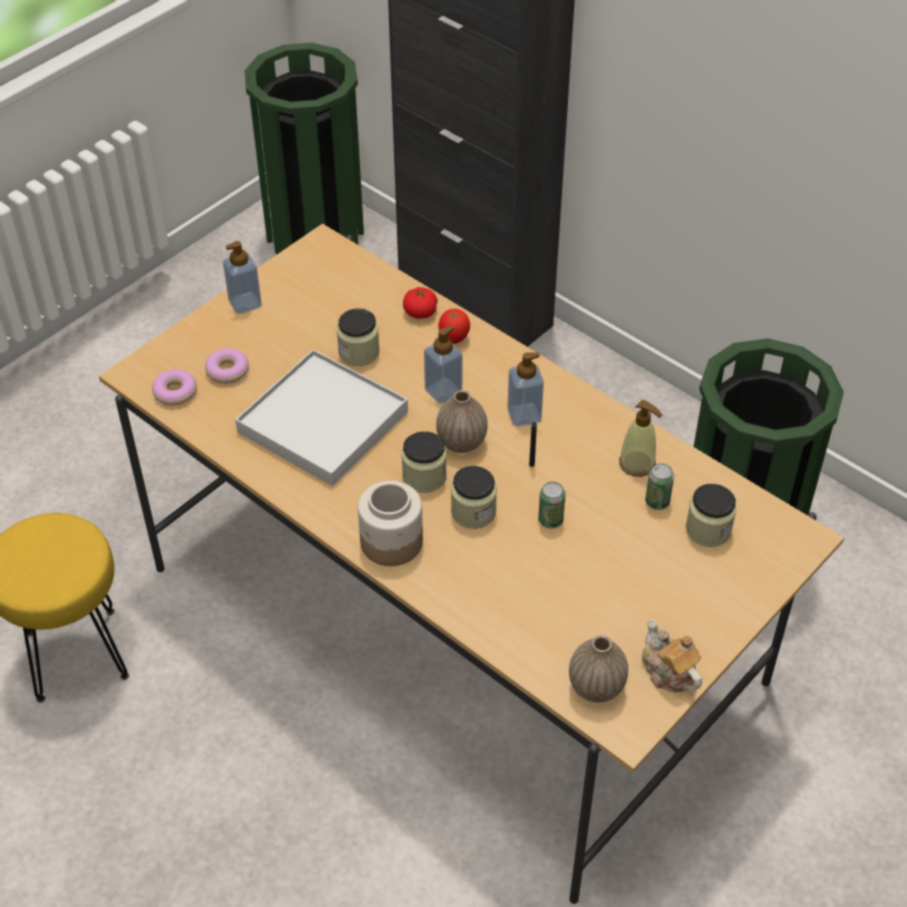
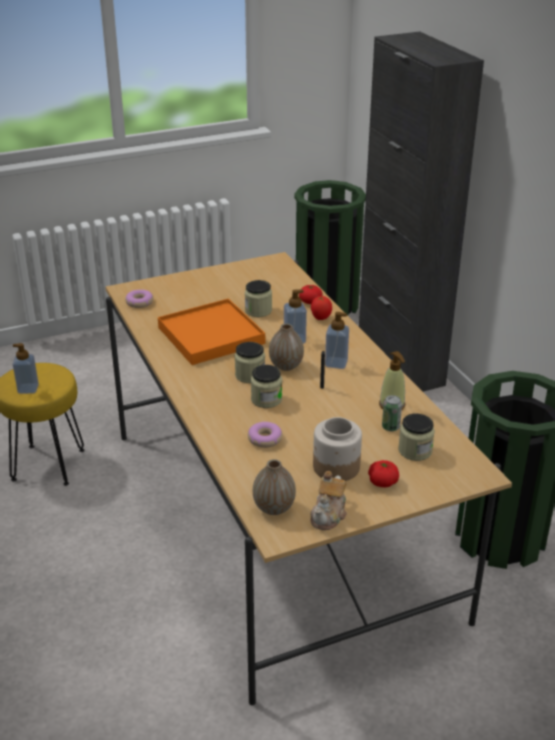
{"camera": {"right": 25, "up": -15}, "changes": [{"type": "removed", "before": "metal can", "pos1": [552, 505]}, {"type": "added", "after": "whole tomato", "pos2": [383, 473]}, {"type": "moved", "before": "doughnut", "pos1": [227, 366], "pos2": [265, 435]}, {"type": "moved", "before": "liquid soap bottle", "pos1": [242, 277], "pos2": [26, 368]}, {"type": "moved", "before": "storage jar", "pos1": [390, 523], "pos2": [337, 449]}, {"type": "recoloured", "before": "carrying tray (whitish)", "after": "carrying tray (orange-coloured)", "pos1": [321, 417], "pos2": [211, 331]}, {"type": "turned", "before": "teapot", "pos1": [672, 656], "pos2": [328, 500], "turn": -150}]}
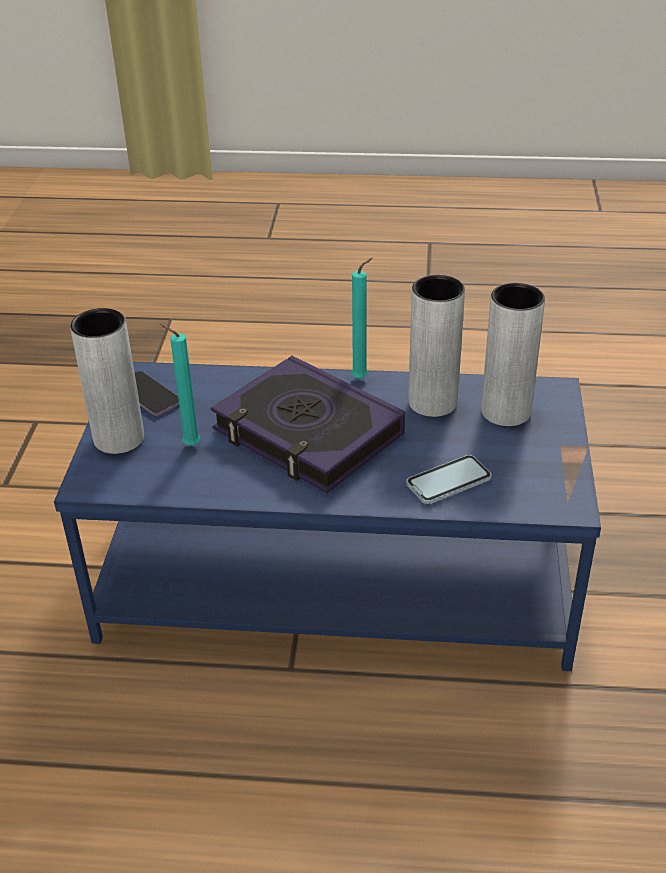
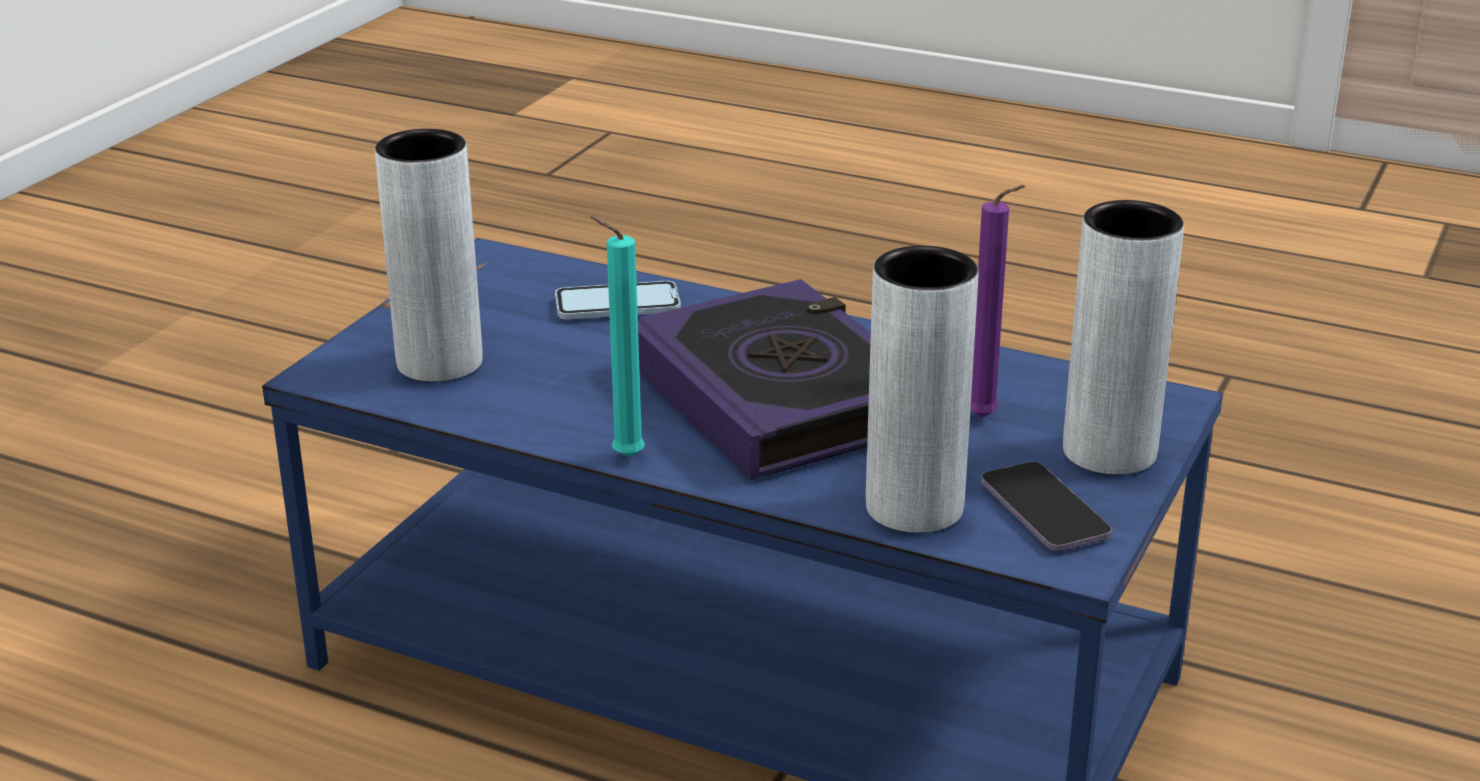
{"camera": {"right": -160, "up": -10}, "changes": [{"type": "moved", "before": "vase (grey)", "pos1": [436, 346], "pos2": [922, 389]}, {"type": "recoloured", "before": "candle (turquoise)", "after": "candle (purple-coloured)", "pos1": [180, 385], "pos2": [997, 301]}]}
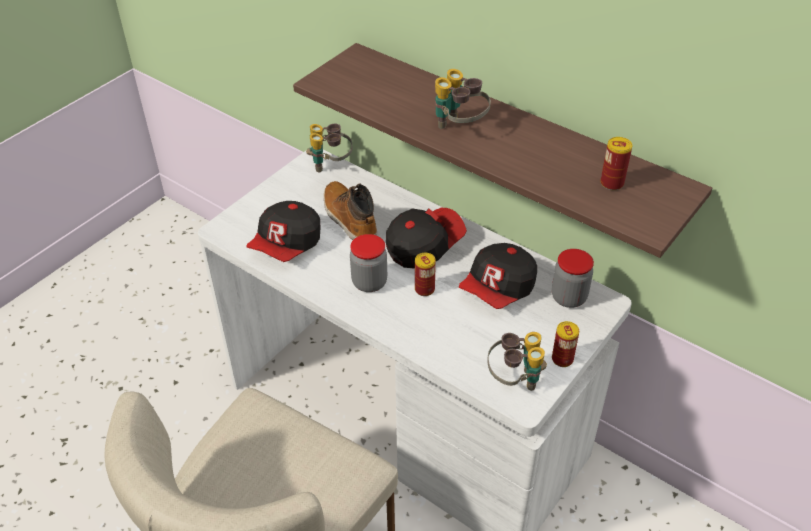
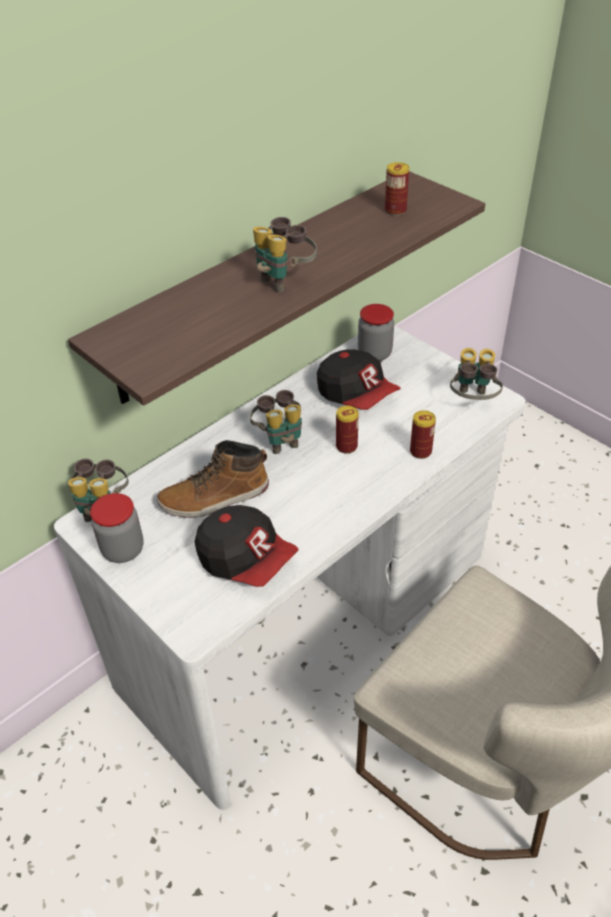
{"camera": {"right": -80, "up": 0}, "changes": [{"type": "moved", "before": "storage jar", "pos1": [368, 263], "pos2": [117, 528]}, {"type": "moved", "before": "metal can", "pos1": [565, 344], "pos2": [423, 434]}, {"type": "replaced", "before": "cap", "after": "binoculars", "pos1": [426, 238], "pos2": [276, 422]}]}
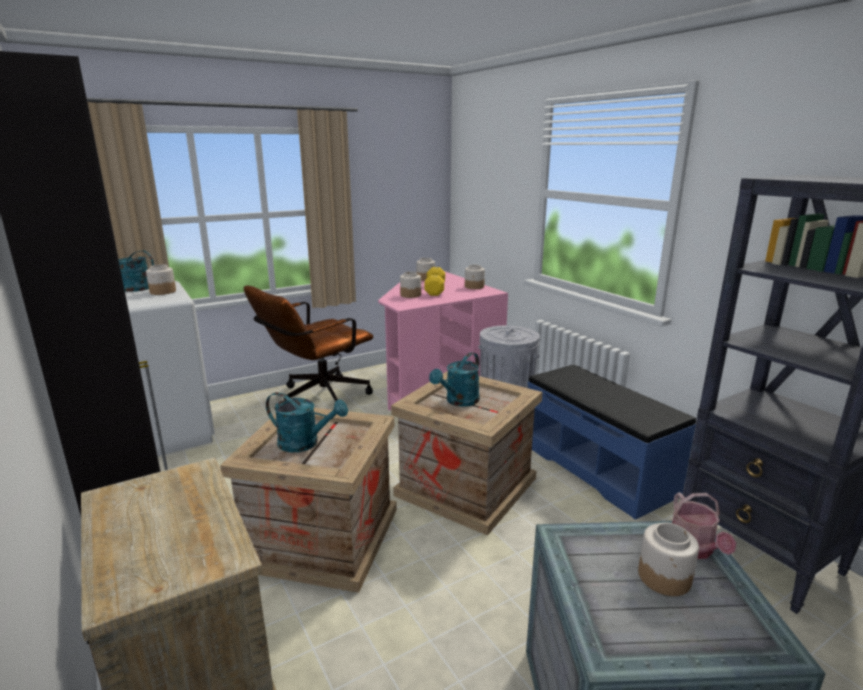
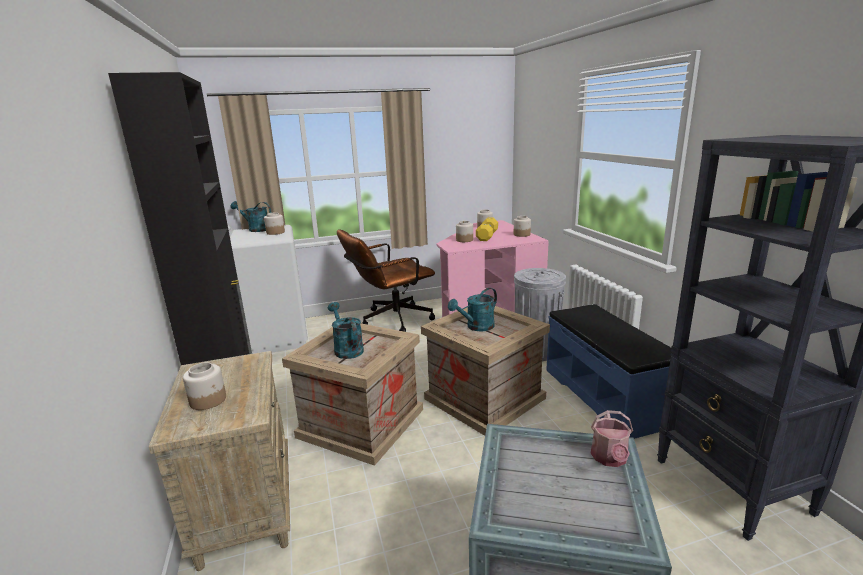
{"camera": {"right": 15, "up": 0}, "changes": [{"type": "moved", "before": "storage jar", "pos1": [668, 559], "pos2": [204, 386]}, {"type": "turned", "before": "watering pot (turquoise)", "pos1": [307, 422], "pos2": [346, 330], "turn": -150}]}
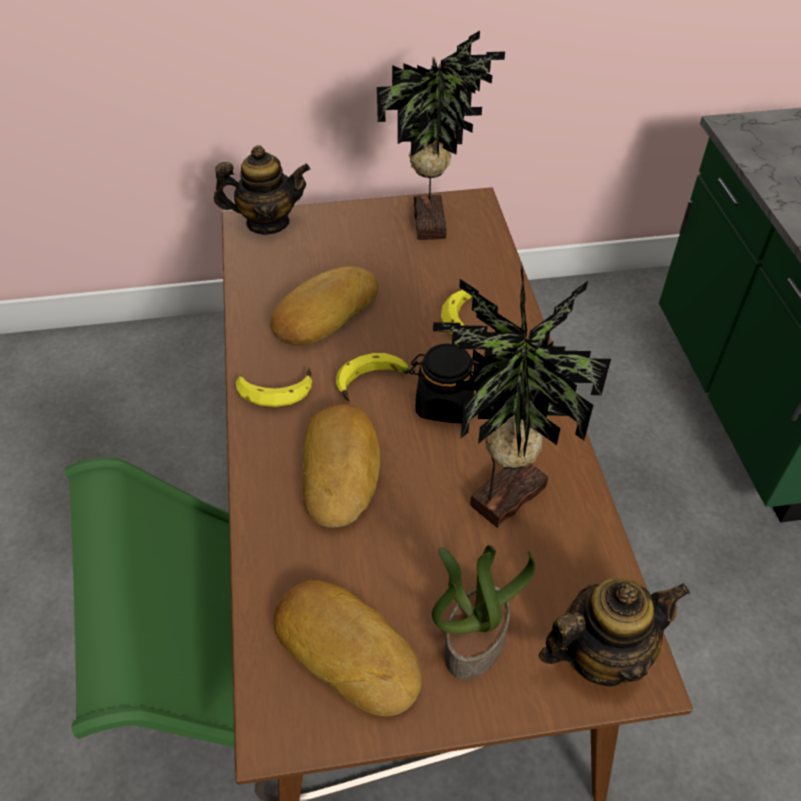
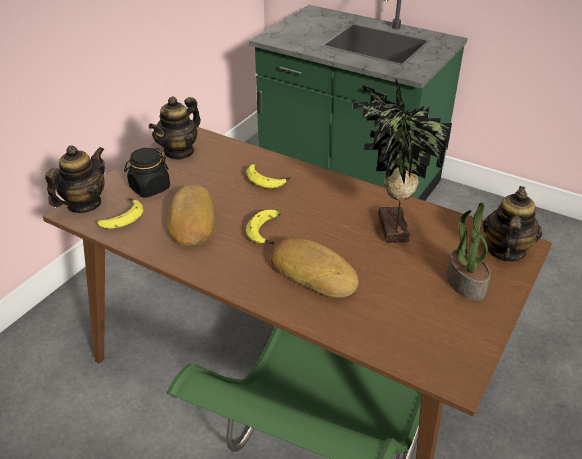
{"camera": {"right": -50, "up": -10}, "changes": [{"type": "removed", "before": "bread", "pos1": [348, 648]}, {"type": "moved", "before": "whole banana", "pos1": [274, 387], "pos2": [120, 213]}, {"type": "moved", "before": "storage jar (blackish)", "pos1": [444, 383], "pos2": [147, 173]}, {"type": "replaced", "before": "potted plant", "after": "teapot", "pos1": [441, 135], "pos2": [175, 128]}]}
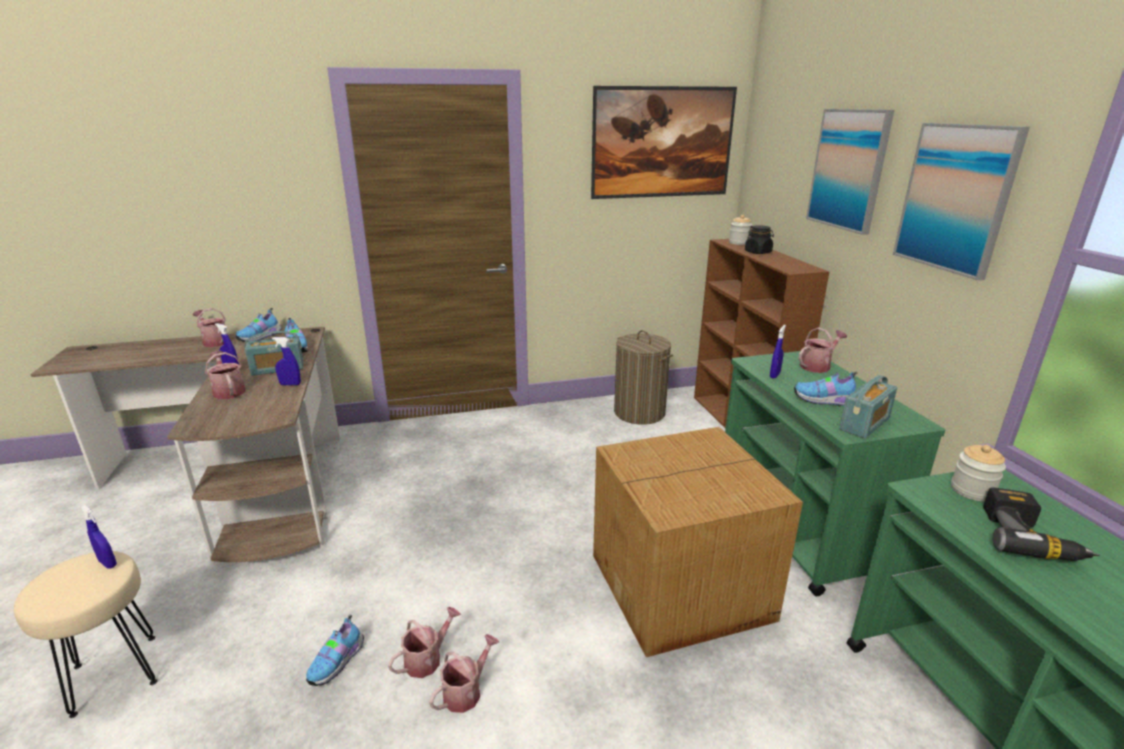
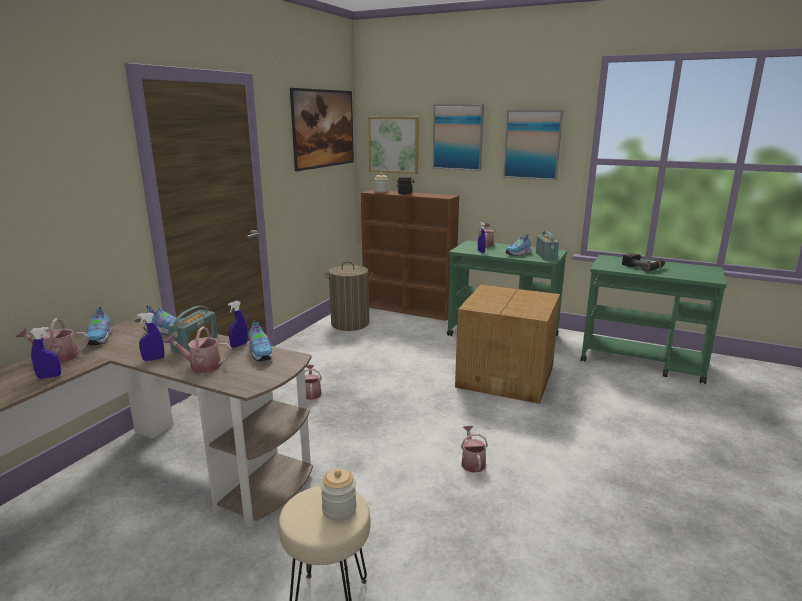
{"camera": {"right": -50, "up": -5}, "changes": [{"type": "added", "after": "wall art", "pos2": [393, 145]}, {"type": "moved", "before": "spray bottle (blue)", "pos1": [99, 537], "pos2": [45, 353]}, {"type": "moved", "before": "item of footwear", "pos1": [335, 650], "pos2": [260, 340]}, {"type": "moved", "before": "watering pot", "pos1": [464, 673], "pos2": [313, 382]}, {"type": "moved", "before": "storage jar", "pos1": [978, 473], "pos2": [339, 495]}]}
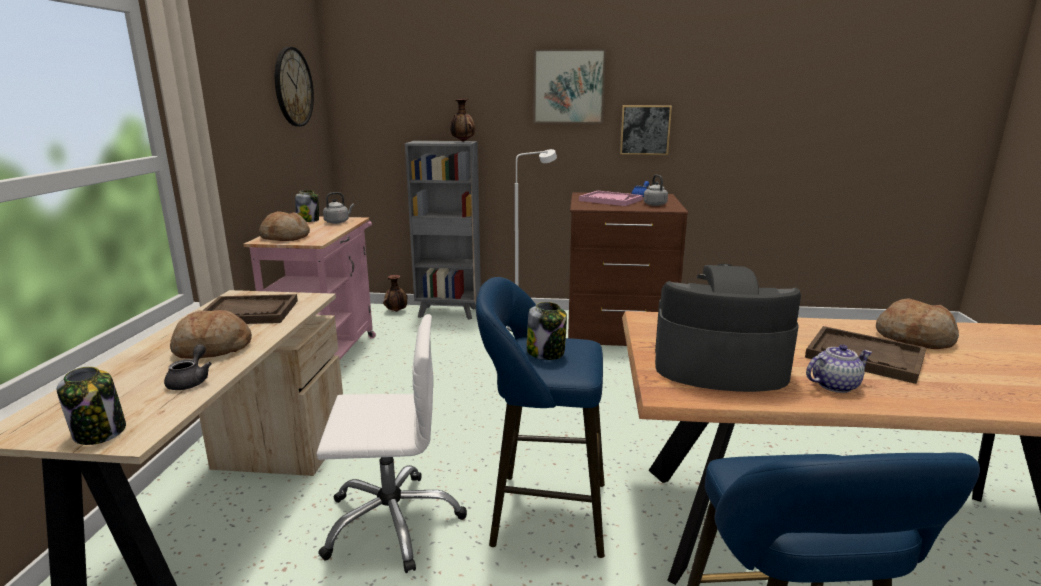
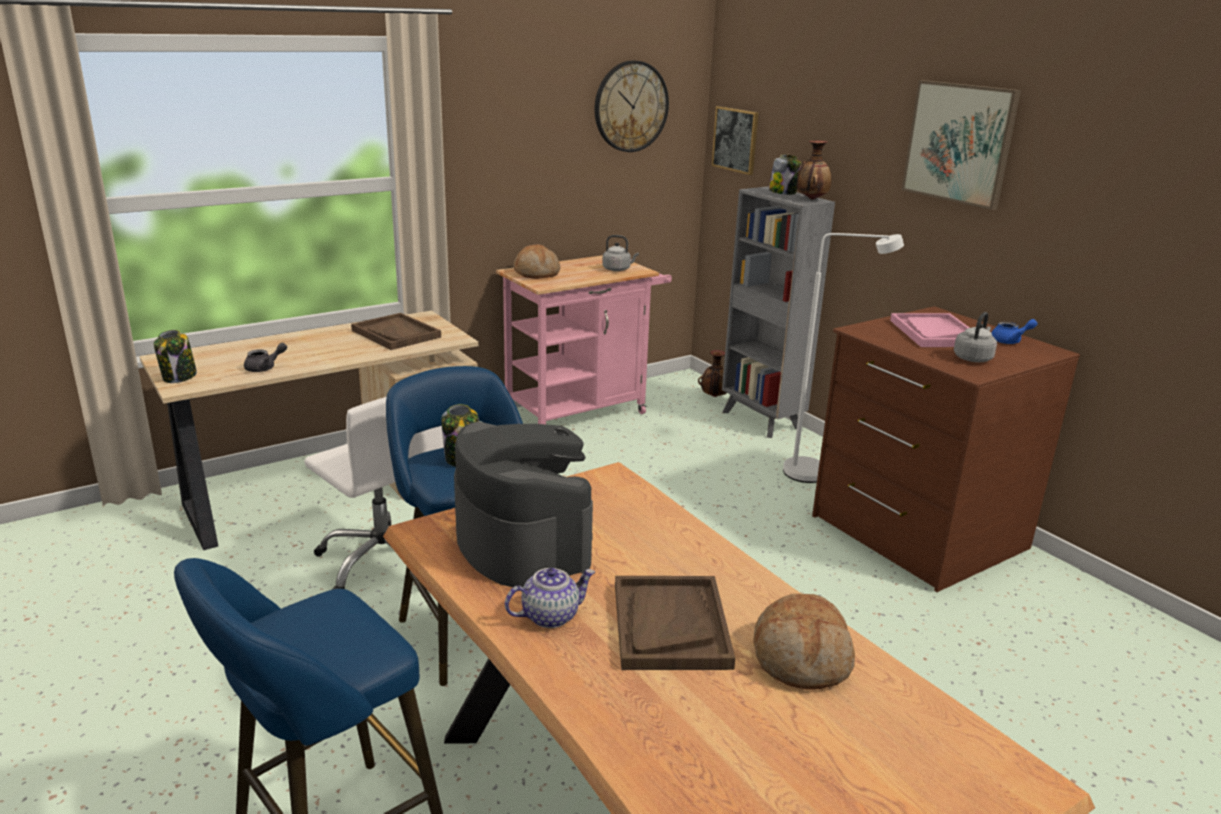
{"camera": {"right": 50, "up": 5}, "changes": [{"type": "removed", "before": "bread", "pos1": [211, 334]}, {"type": "moved", "before": "storage jar", "pos1": [307, 206], "pos2": [785, 175]}, {"type": "moved", "before": "wall art", "pos1": [646, 130], "pos2": [735, 140]}, {"type": "turned", "before": "teapot", "pos1": [839, 368], "pos2": [550, 598], "turn": -60}]}
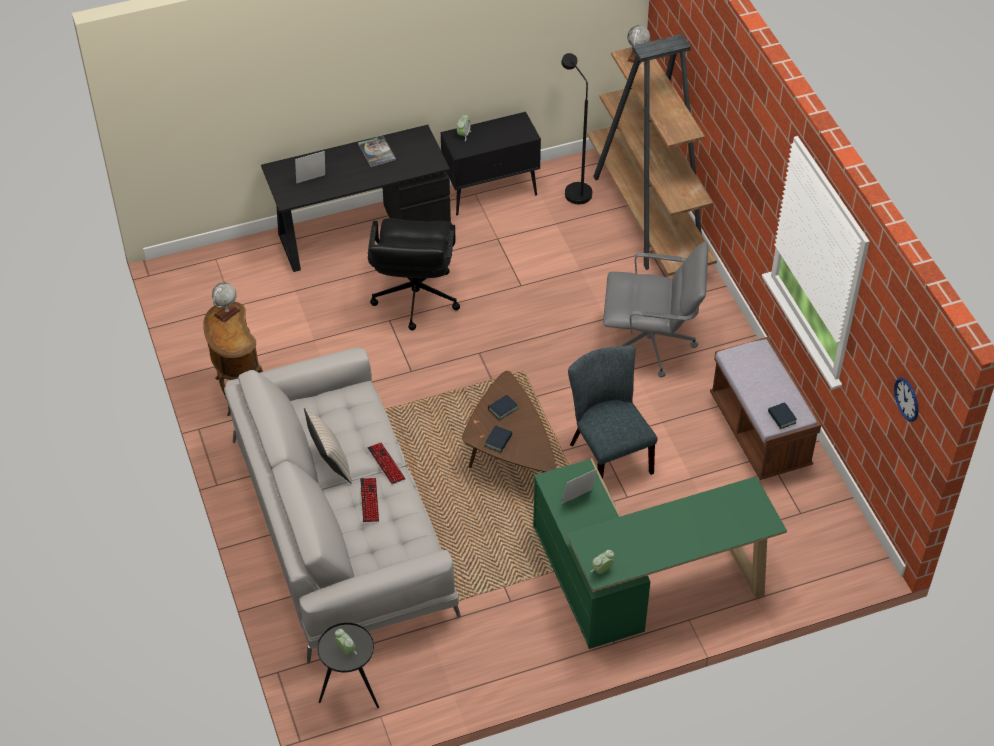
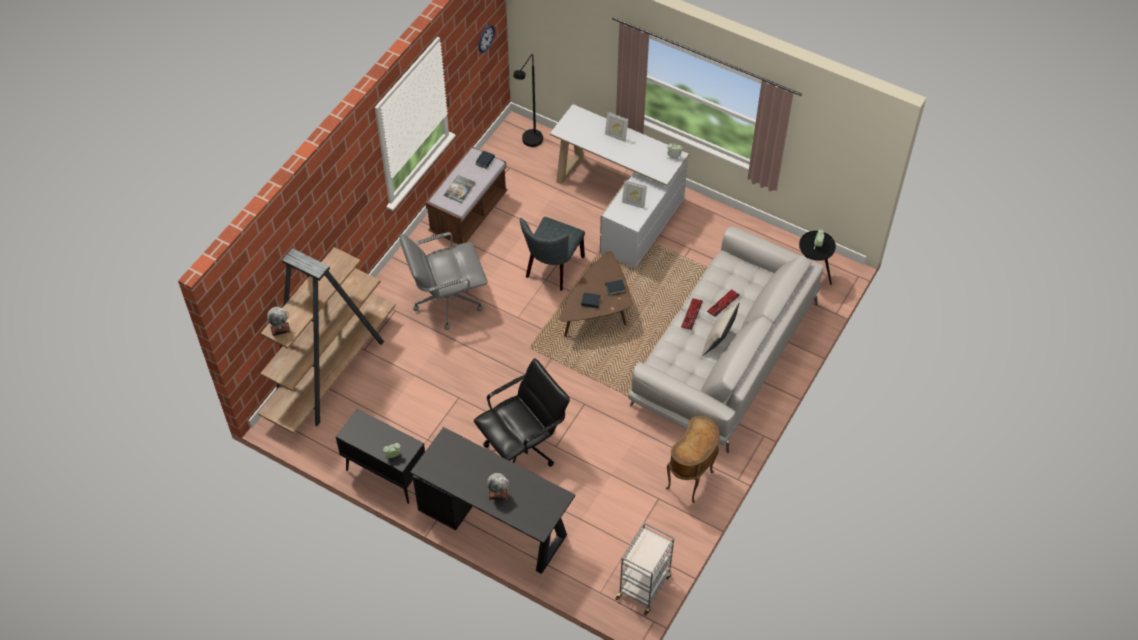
{"camera": {"right": -130, "up": 5}, "changes": [{"type": "added", "after": "cart (grey)", "pos2": [645, 568]}, {"type": "moved", "before": "desk globe", "pos1": [226, 303], "pos2": [498, 486]}, {"type": "moved", "before": "photo frame", "pos1": [310, 167], "pos2": [617, 127]}, {"type": "moved", "before": "volume", "pos1": [377, 151], "pos2": [460, 189]}, {"type": "moved", "before": "standard lamp (blackish)", "pos1": [576, 128], "pos2": [528, 100]}, {"type": "recoloured", "before": "desk table (green)", "after": "desk table (whitish)", "pos1": [660, 553], "pos2": [619, 186]}, {"type": "turned", "before": "office chair (grey)", "pos1": [655, 309], "pos2": [443, 281], "turn": -75}]}
